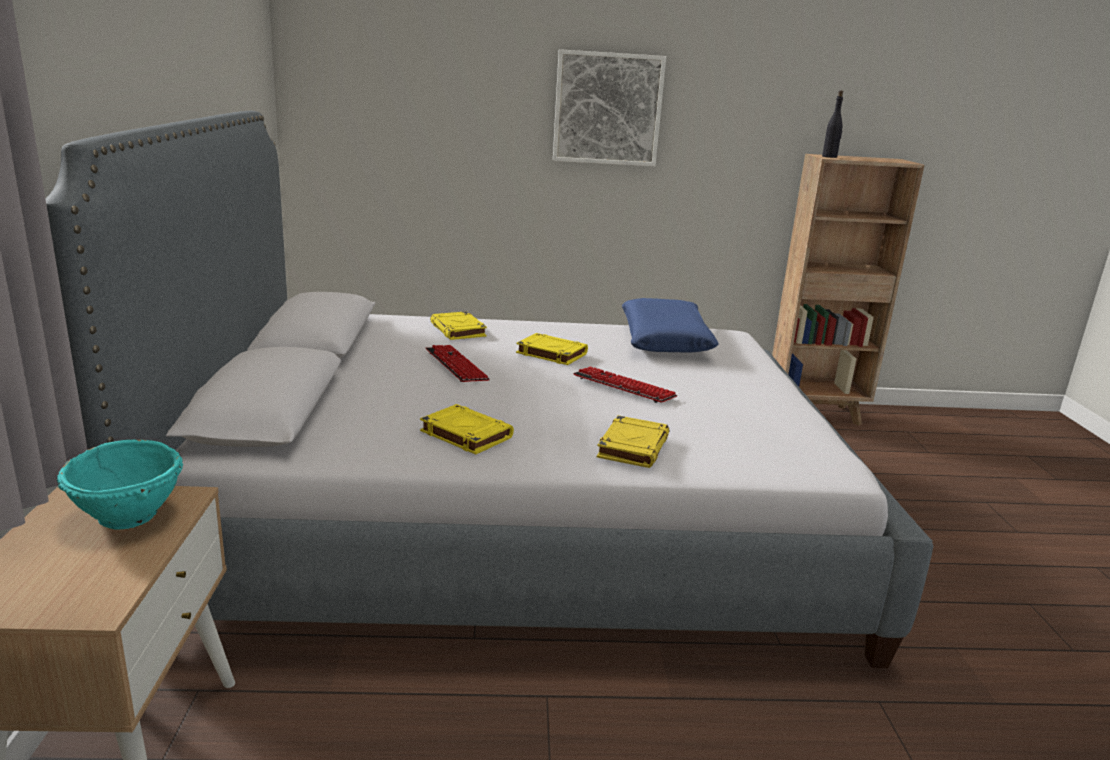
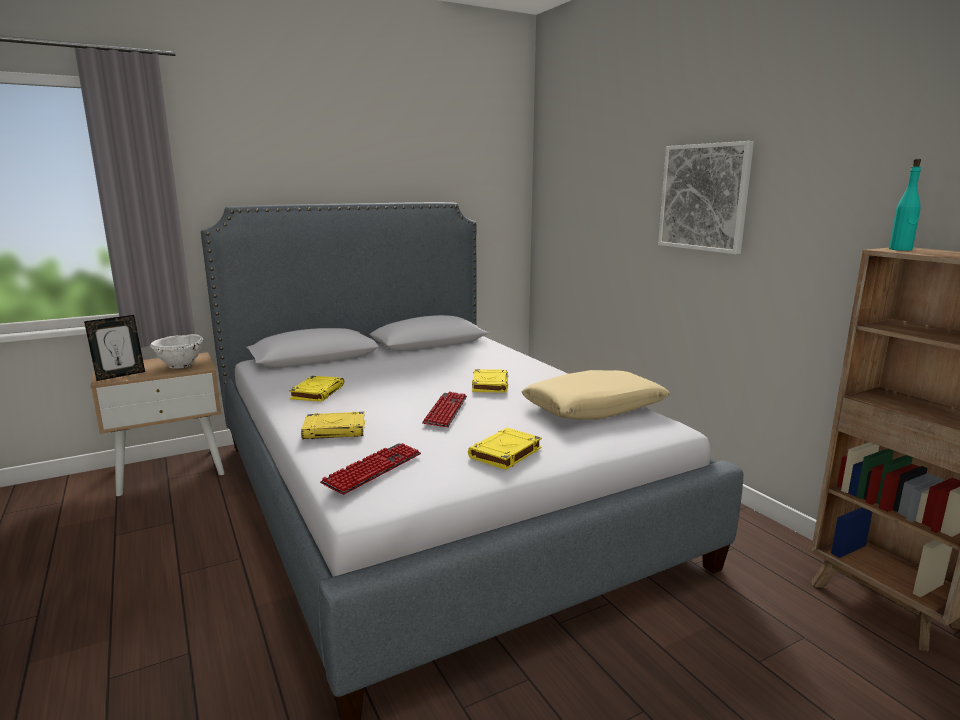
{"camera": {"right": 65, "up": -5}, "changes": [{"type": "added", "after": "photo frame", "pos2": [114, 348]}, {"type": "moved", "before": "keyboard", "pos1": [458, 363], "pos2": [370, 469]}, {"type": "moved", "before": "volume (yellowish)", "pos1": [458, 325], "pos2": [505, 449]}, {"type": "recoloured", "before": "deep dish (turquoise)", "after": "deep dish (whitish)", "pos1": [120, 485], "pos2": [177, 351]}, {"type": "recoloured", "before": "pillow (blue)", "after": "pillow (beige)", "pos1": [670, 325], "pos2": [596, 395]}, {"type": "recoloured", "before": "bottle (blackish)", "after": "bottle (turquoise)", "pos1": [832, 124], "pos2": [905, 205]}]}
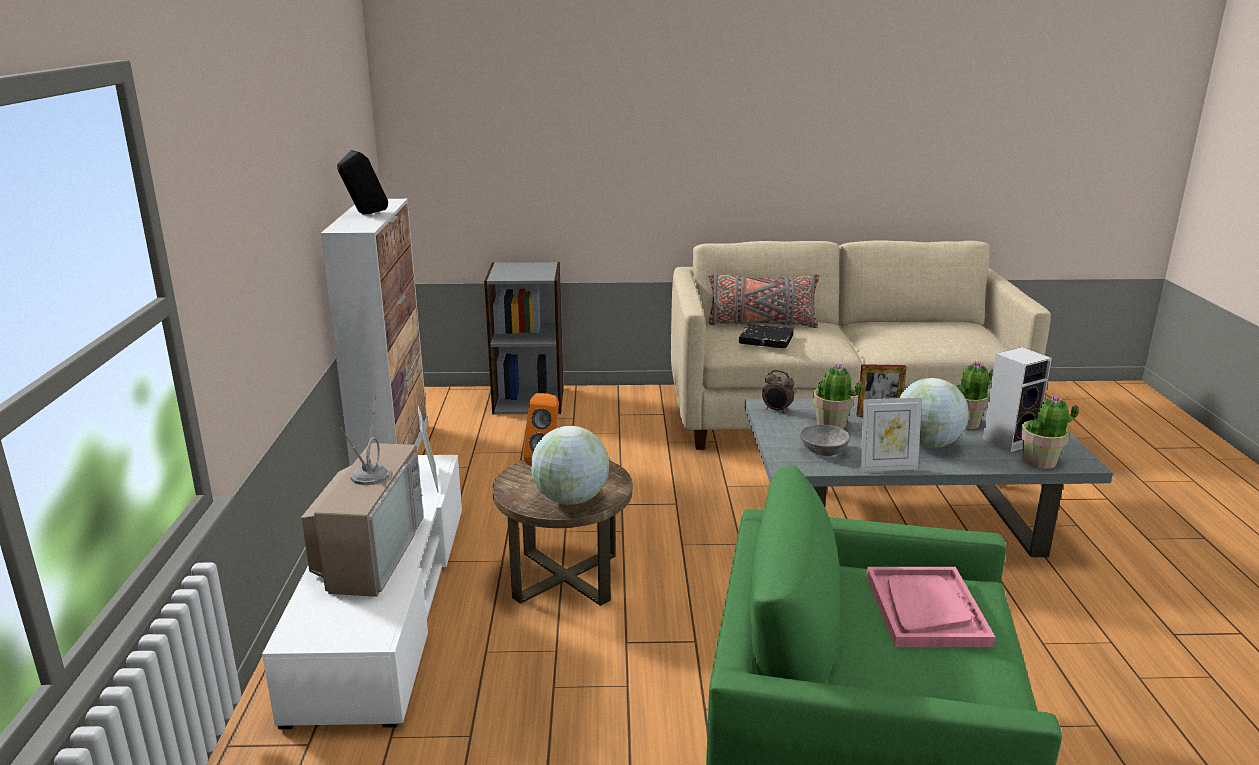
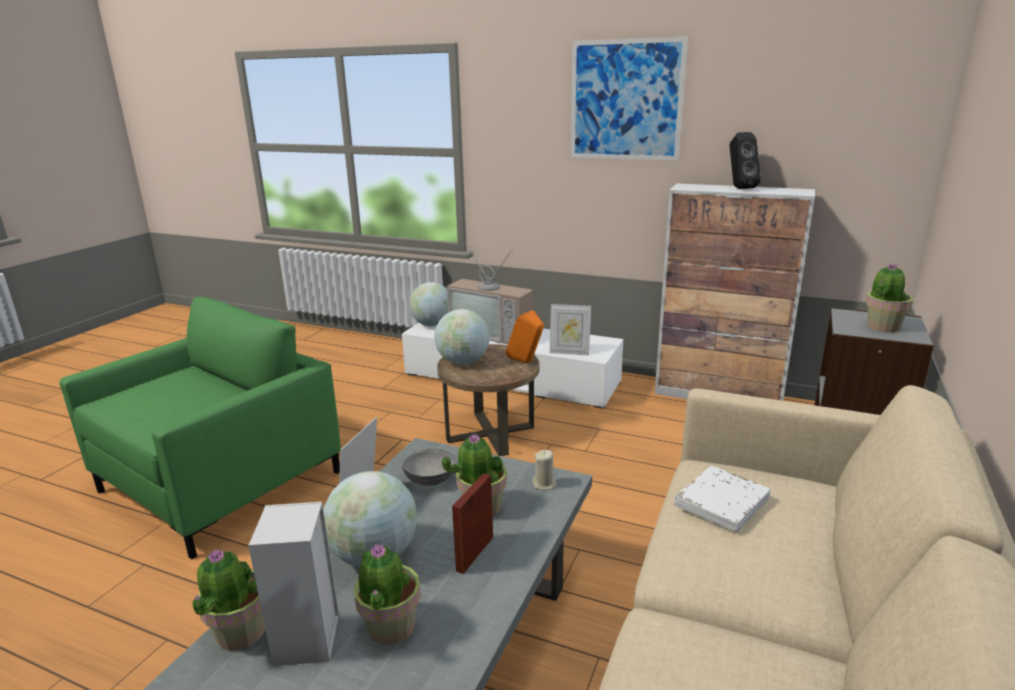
{"camera": {"right": 115, "up": 0}, "changes": [{"type": "removed", "before": "pillow (grey)", "pos1": [763, 300]}, {"type": "removed", "before": "carrying tray (pink)", "pos1": [930, 607]}, {"type": "added", "after": "desk globe", "pos2": [428, 304]}, {"type": "added", "after": "wall art", "pos2": [629, 99]}, {"type": "added", "after": "potted plant", "pos2": [889, 298]}, {"type": "replaced", "before": "bedside clock", "after": "candle (beige)", "pos1": [778, 392], "pos2": [544, 470]}, {"type": "recoloured", "before": "volume (blackish)", "after": "volume (whitish)", "pos1": [766, 336], "pos2": [722, 499]}]}
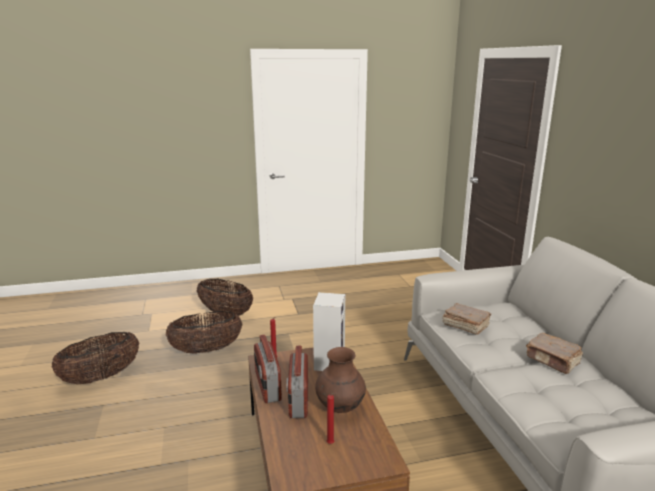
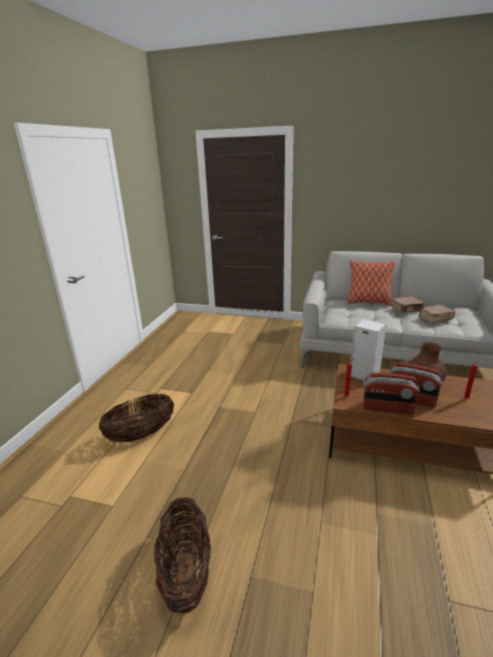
{"camera": {"right": -60, "up": 5}, "changes": [{"type": "removed", "before": "basket", "pos1": [204, 332]}, {"type": "added", "after": "pillow", "pos2": [371, 283]}, {"type": "moved", "before": "volume (brownish)", "pos1": [467, 319], "pos2": [437, 314]}]}
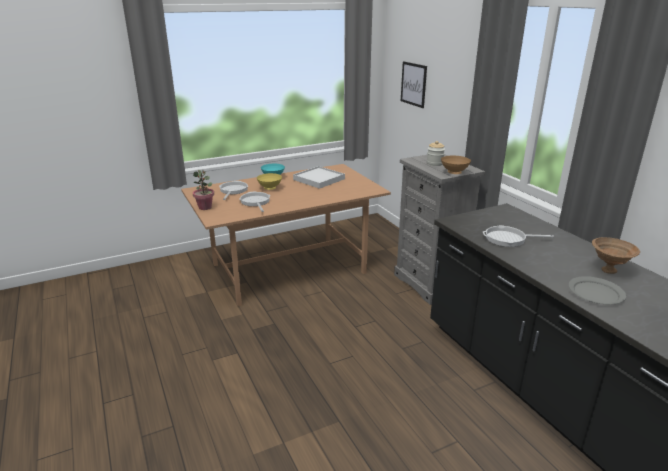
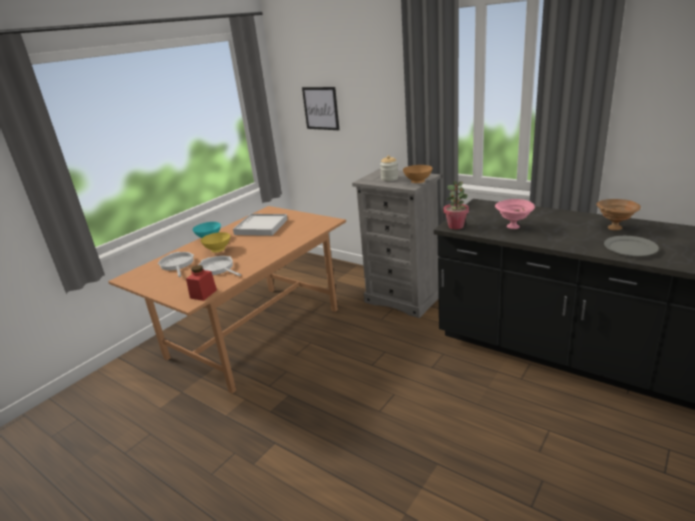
{"camera": {"right": -25, "up": 0}, "changes": [{"type": "added", "after": "storage jar (red)", "pos2": [201, 283]}, {"type": "moved", "before": "potted plant", "pos1": [203, 190], "pos2": [456, 205]}, {"type": "replaced", "before": "frying pan", "after": "deep dish (pink)", "pos1": [518, 236], "pos2": [515, 214]}]}
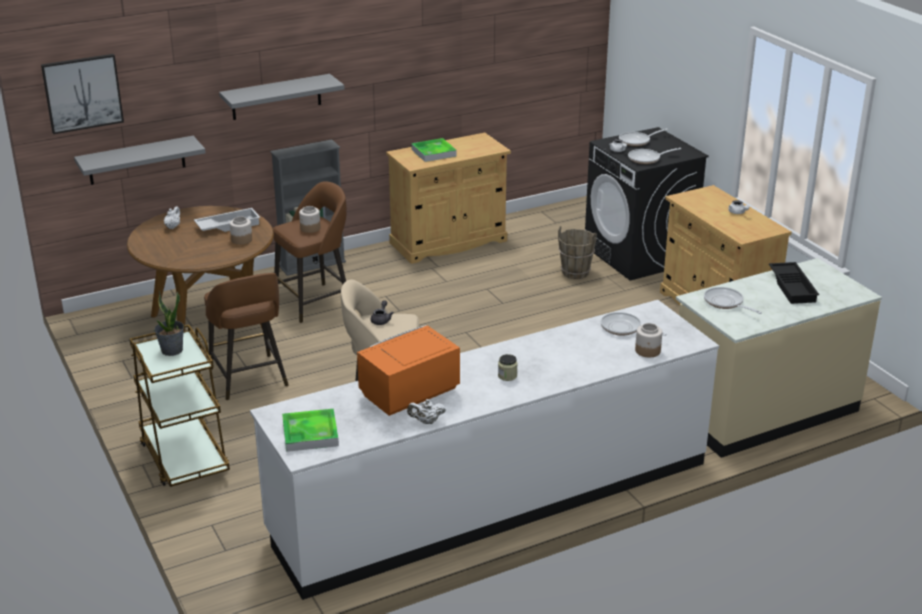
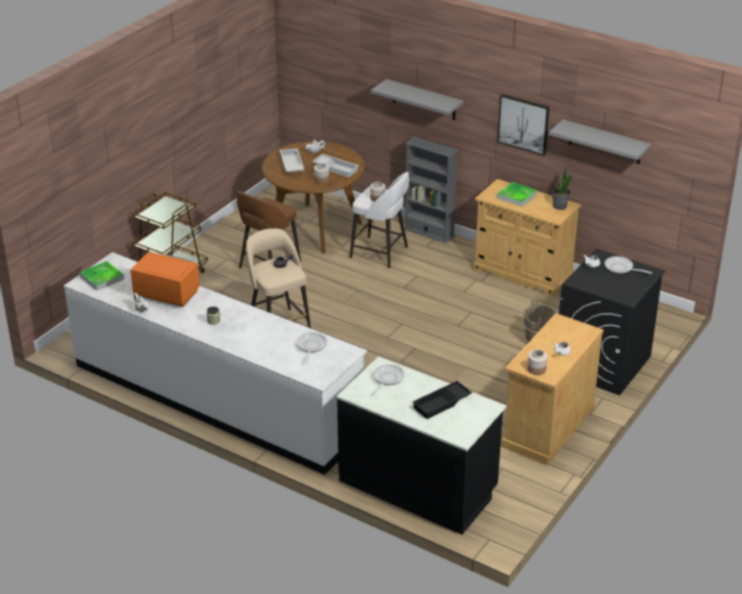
{"camera": {"right": 60, "up": 5}, "changes": [{"type": "removed", "before": "frying pan", "pos1": [654, 156]}, {"type": "added", "after": "carrying tray (whitish)", "pos2": [292, 160]}, {"type": "moved", "before": "wall art", "pos1": [82, 94], "pos2": [523, 125]}, {"type": "moved", "before": "bracket shelf (grey)", "pos1": [140, 160], "pos2": [600, 141]}, {"type": "moved", "before": "potted plant", "pos1": [169, 323], "pos2": [562, 189]}, {"type": "moved", "before": "storage jar", "pos1": [648, 340], "pos2": [537, 362]}, {"type": "recoloured", "before": "sitting stool (brownish)", "after": "sitting stool (whitish)", "pos1": [310, 252], "pos2": [379, 220]}, {"type": "recoloured", "before": "counter (beige)", "after": "counter (blackish)", "pos1": [779, 358], "pos2": [421, 445]}]}
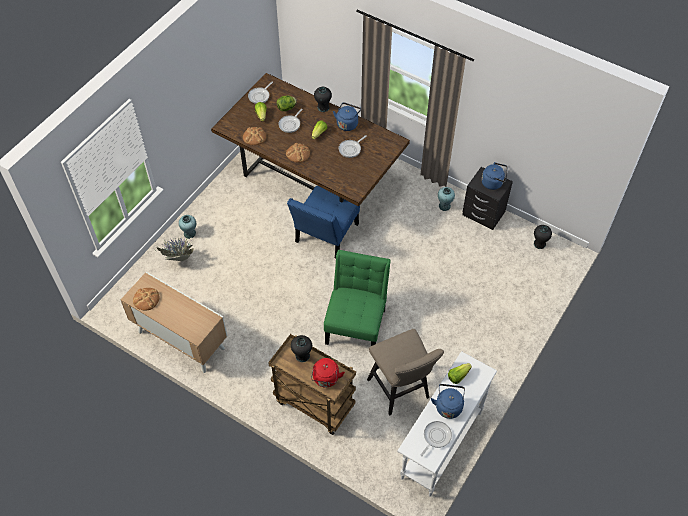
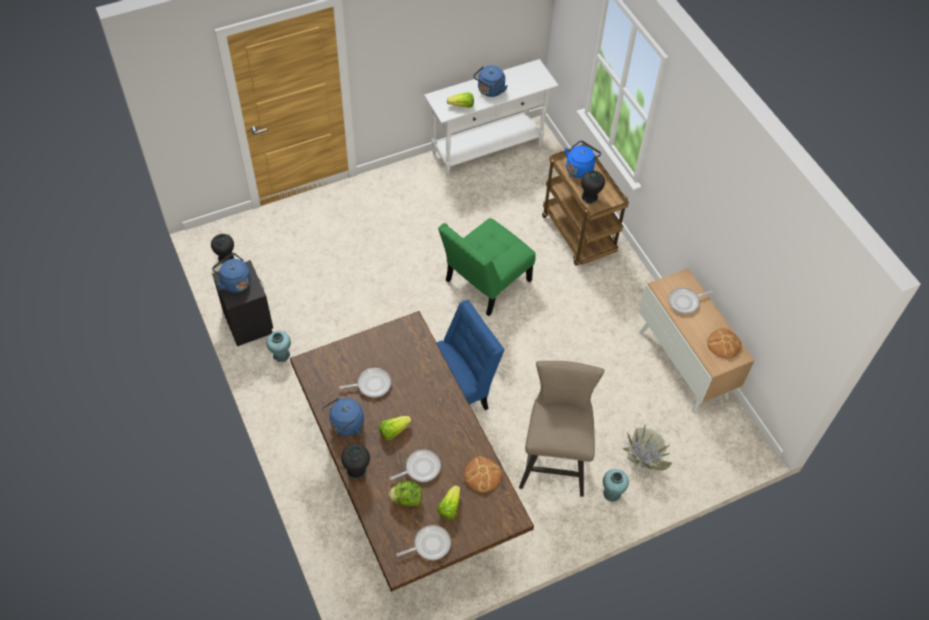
{"camera": {"right": -150, "up": 0}, "changes": [{"type": "removed", "before": "bread", "pos1": [298, 153]}, {"type": "moved", "before": "sitting stool (beige)", "pos1": [405, 372], "pos2": [562, 429]}, {"type": "moved", "before": "frying pan", "pos1": [436, 438], "pos2": [691, 301]}, {"type": "recoloured", "before": "tea kettle (red)", "after": "tea kettle (blue)", "pos1": [328, 373], "pos2": [583, 159]}]}
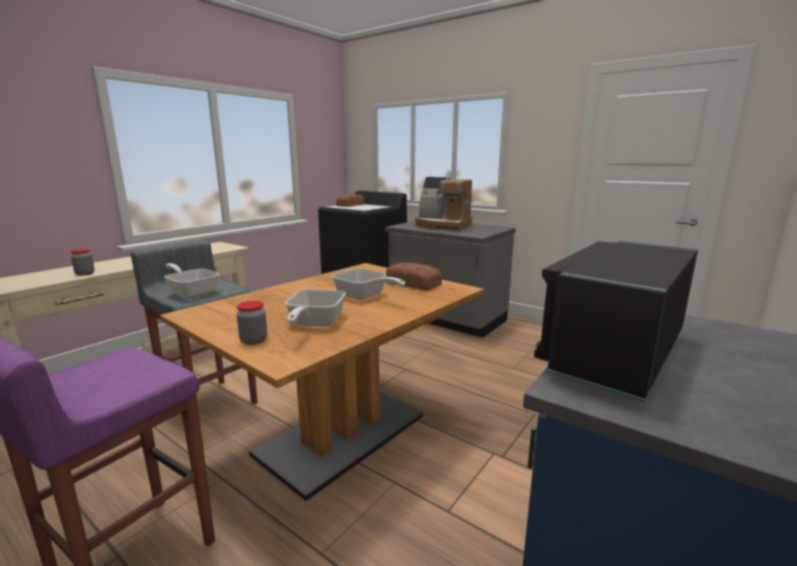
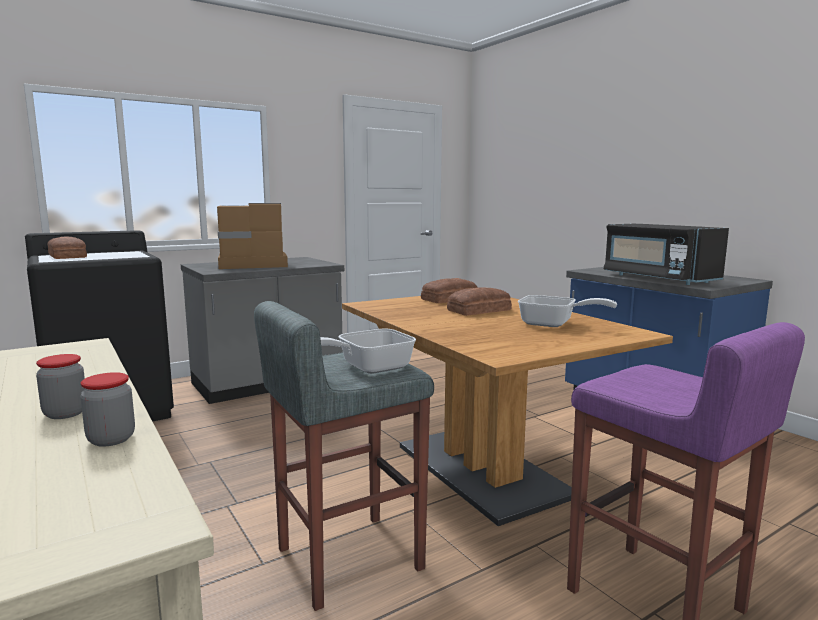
{"camera": {"right": -70, "up": -5}, "changes": [{"type": "moved", "before": "storage jar", "pos1": [252, 323], "pos2": [60, 386]}, {"type": "replaced", "before": "frying pan", "after": "bread", "pos1": [368, 284], "pos2": [479, 301]}, {"type": "turned", "before": "coffee maker", "pos1": [443, 204], "pos2": [252, 236], "turn": -150}]}
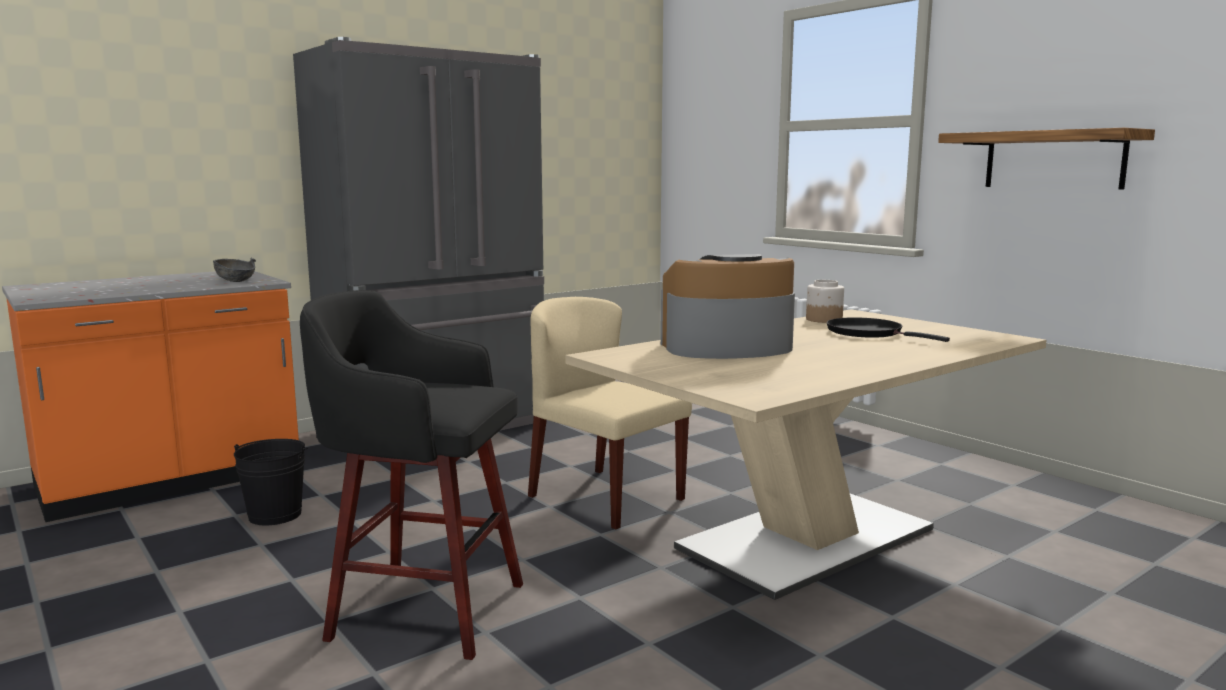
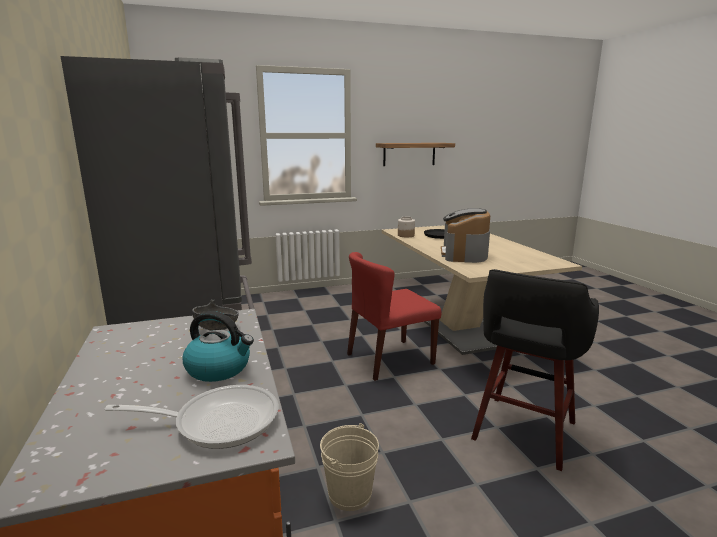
{"camera": {"right": -70, "up": 5}, "changes": [{"type": "added", "after": "frying pan", "pos2": [191, 417]}, {"type": "added", "after": "tea kettle", "pos2": [218, 346]}, {"type": "recoloured", "before": "pail (blackish)", "after": "pail (beige)", "pos1": [271, 482], "pos2": [349, 467]}, {"type": "recoloured", "before": "chair (beige)", "after": "chair (red)", "pos1": [610, 413], "pos2": [394, 316]}]}
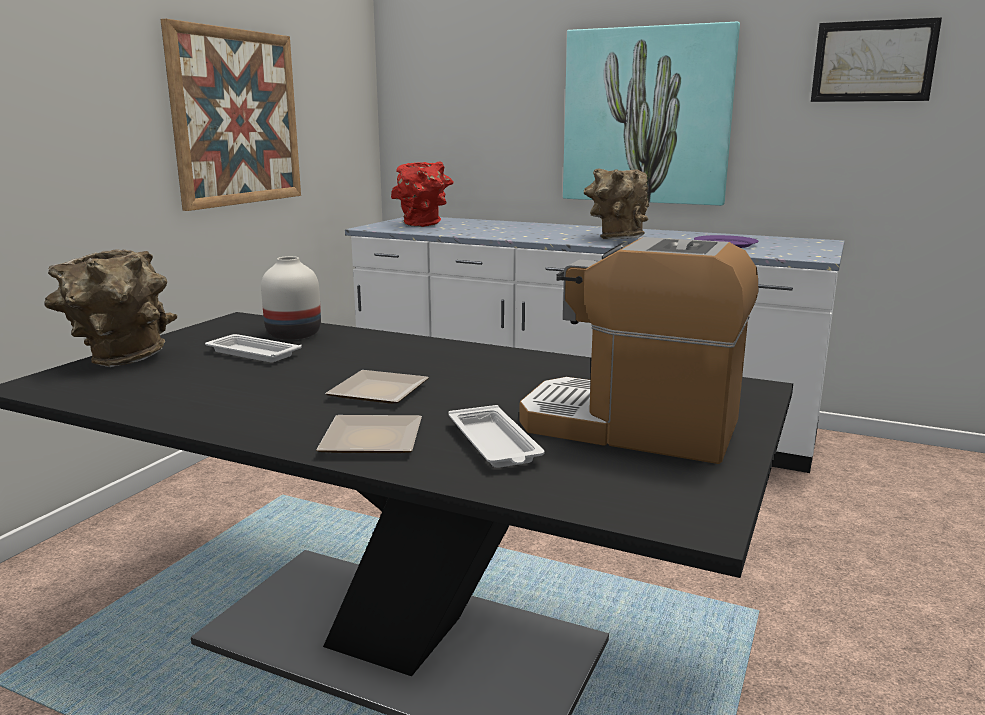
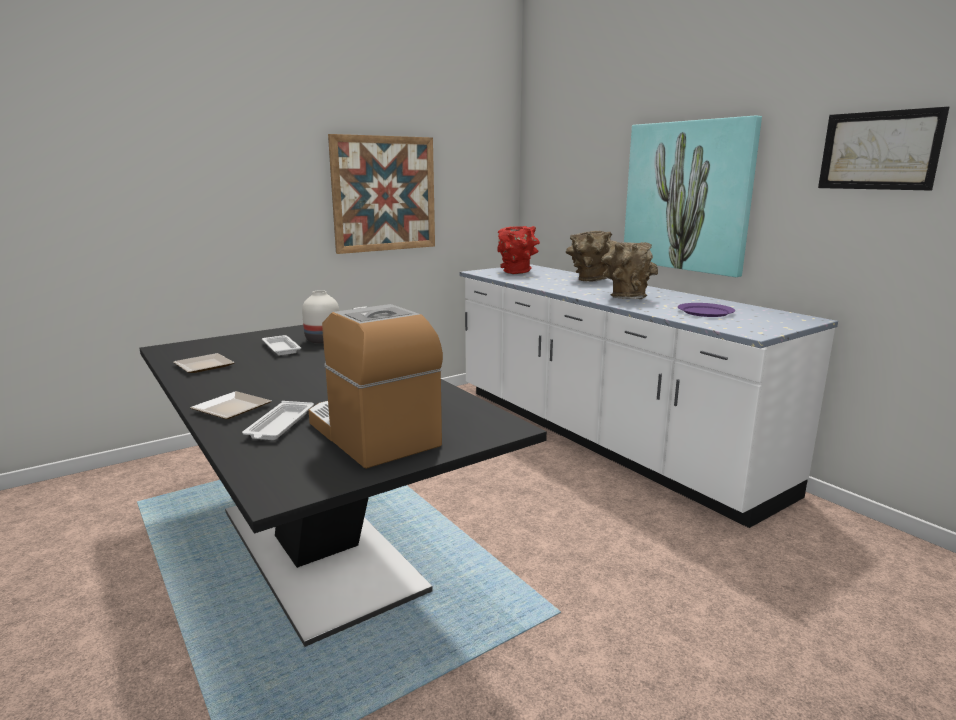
{"camera": {"right": 30, "up": 0}, "changes": [{"type": "moved", "before": "vase (brownish)", "pos1": [110, 308], "pos2": [589, 256]}, {"type": "moved", "before": "flat dish", "pos1": [377, 387], "pos2": [204, 363]}]}
